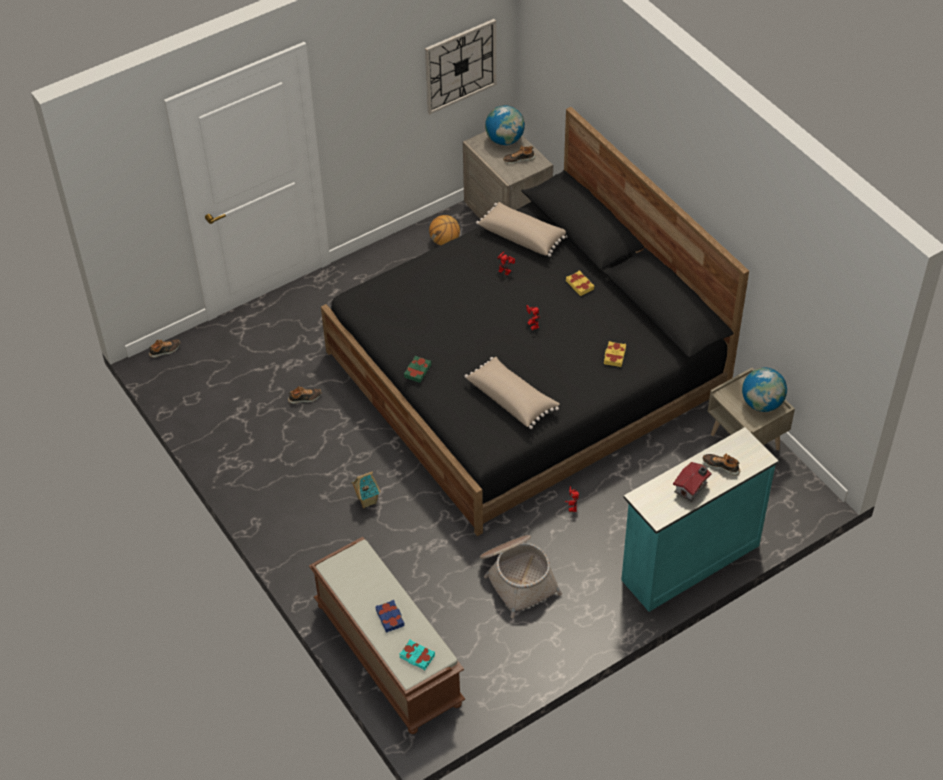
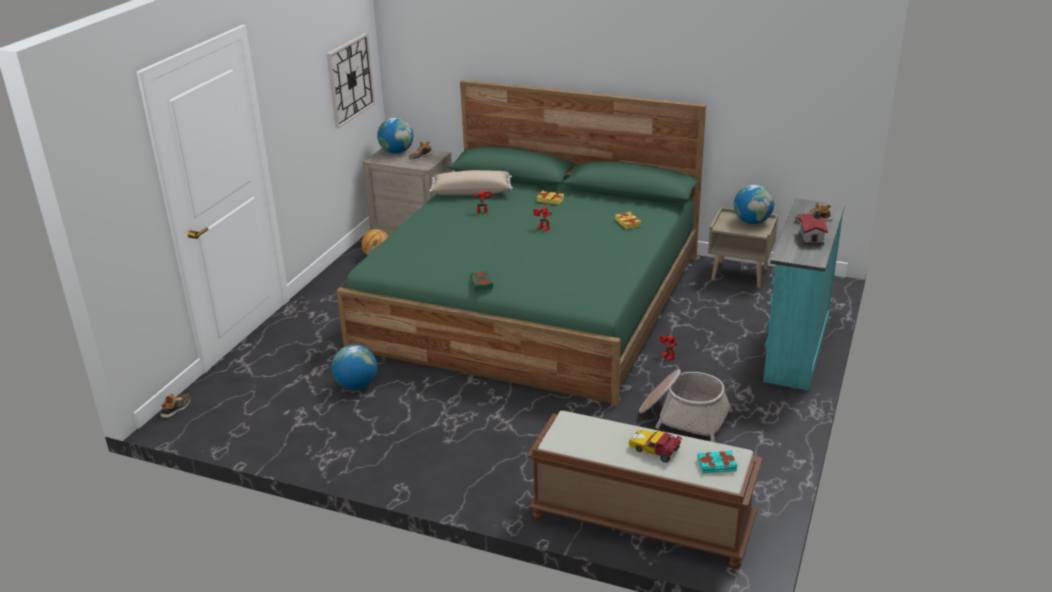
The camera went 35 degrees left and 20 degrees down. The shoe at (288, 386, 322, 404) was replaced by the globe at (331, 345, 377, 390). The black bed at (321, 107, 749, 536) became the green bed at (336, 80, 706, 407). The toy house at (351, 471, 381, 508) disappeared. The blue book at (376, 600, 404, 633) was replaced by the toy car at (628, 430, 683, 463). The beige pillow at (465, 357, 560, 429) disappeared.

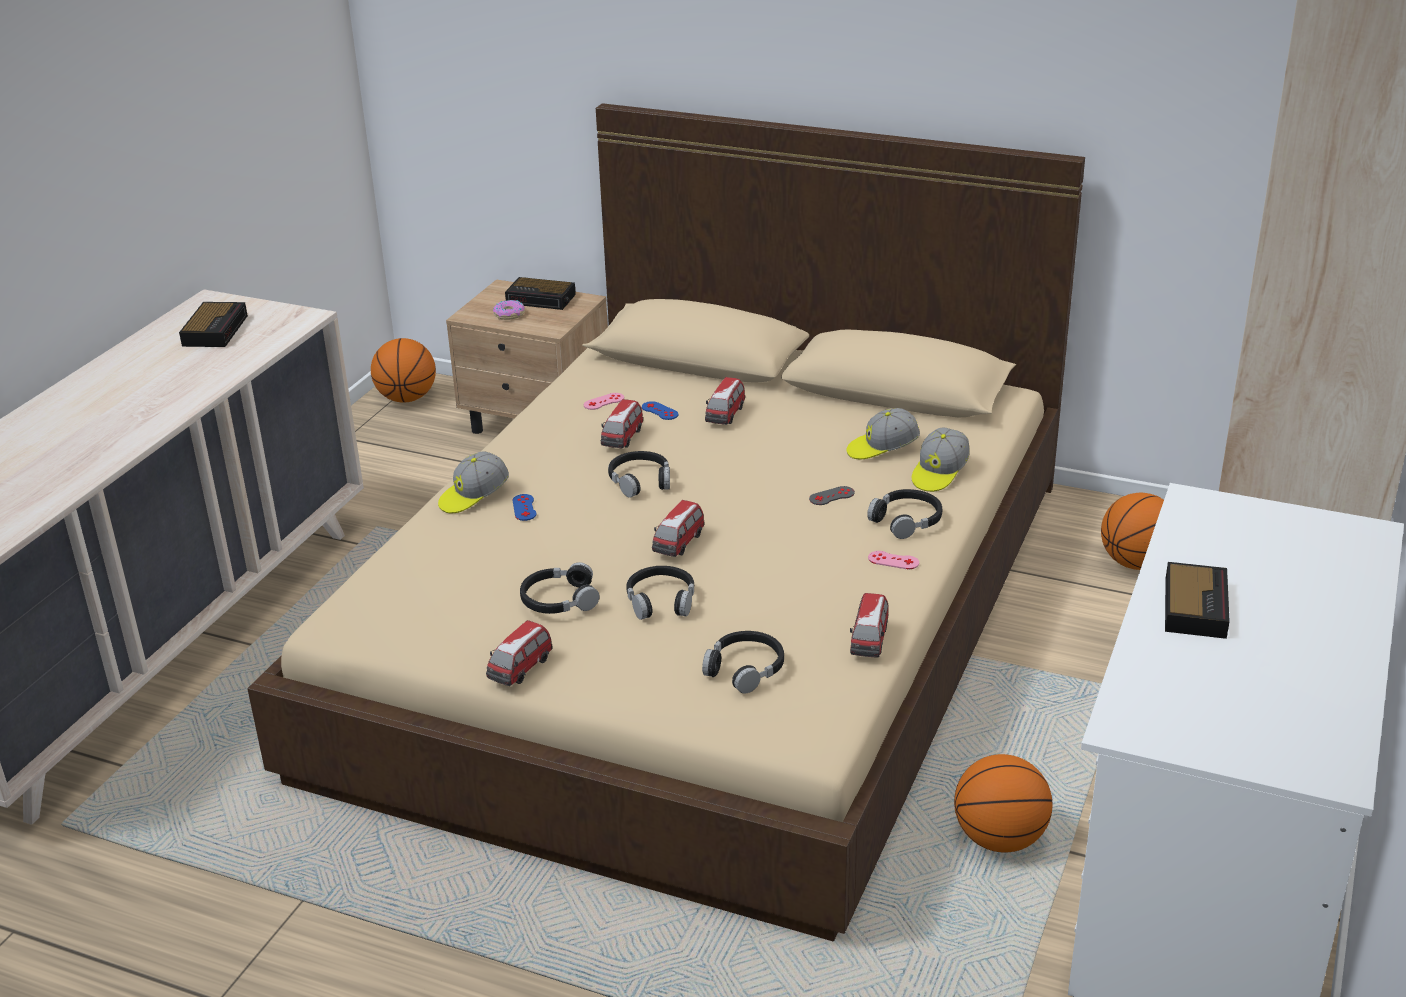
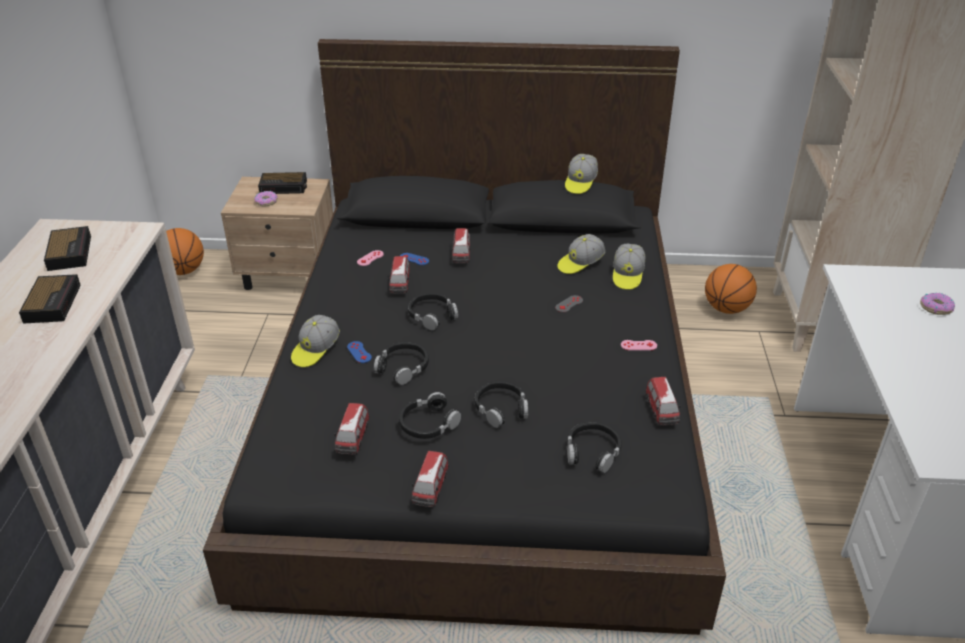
The camera went 20 degrees left and 5 degrees up. The beige bed at (247, 103, 1085, 941) became the black bed at (203, 39, 726, 635). The toy car moved from (652, 500, 705, 557) to (334, 403, 369, 454). The black headphones moved from (867, 489, 942, 539) to (374, 342, 429, 385). The basketball at (954, 754, 1052, 853) disappeared. The alarm clock moved from (1165, 562, 1230, 639) to (19, 274, 81, 324). The cap at (565, 154, 598, 194) appeared. The donut at (920, 293, 955, 315) appeared.

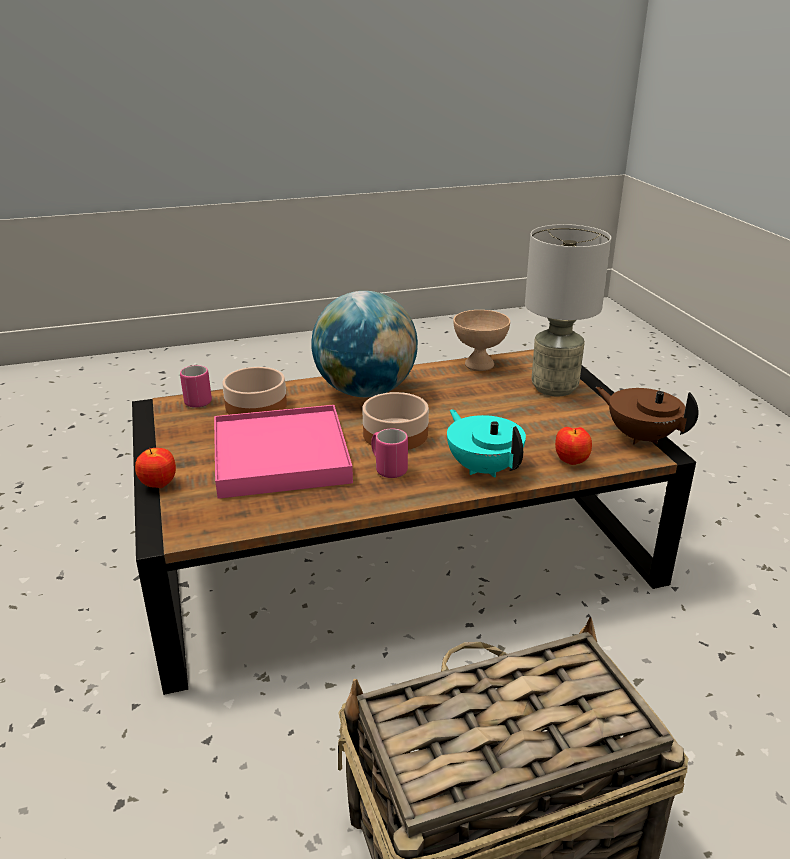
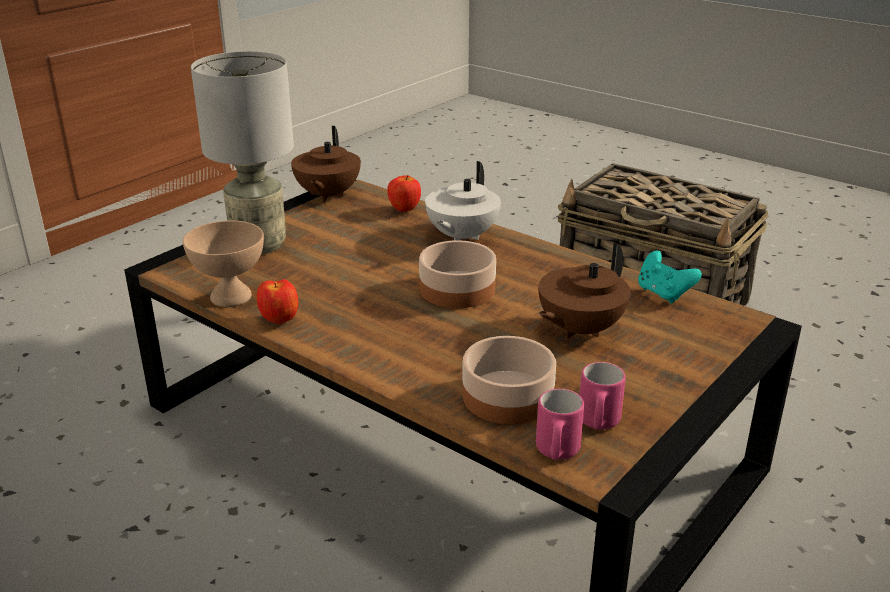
The camera went 125 degrees left and 0 degrees up. The apple moved from (135, 448, 176, 488) to (257, 279, 298, 324). The pink tray at (214, 405, 353, 499) was replaced by the brown teapot at (538, 243, 631, 339). The globe at (311, 291, 418, 397) disappeared. The pink mug moved from (371, 429, 408, 478) to (580, 362, 626, 430). The turquoise teapot at (447, 409, 526, 478) became the white teapot at (425, 161, 501, 241). The turquoise game controller at (638, 251, 702, 303) appeared.

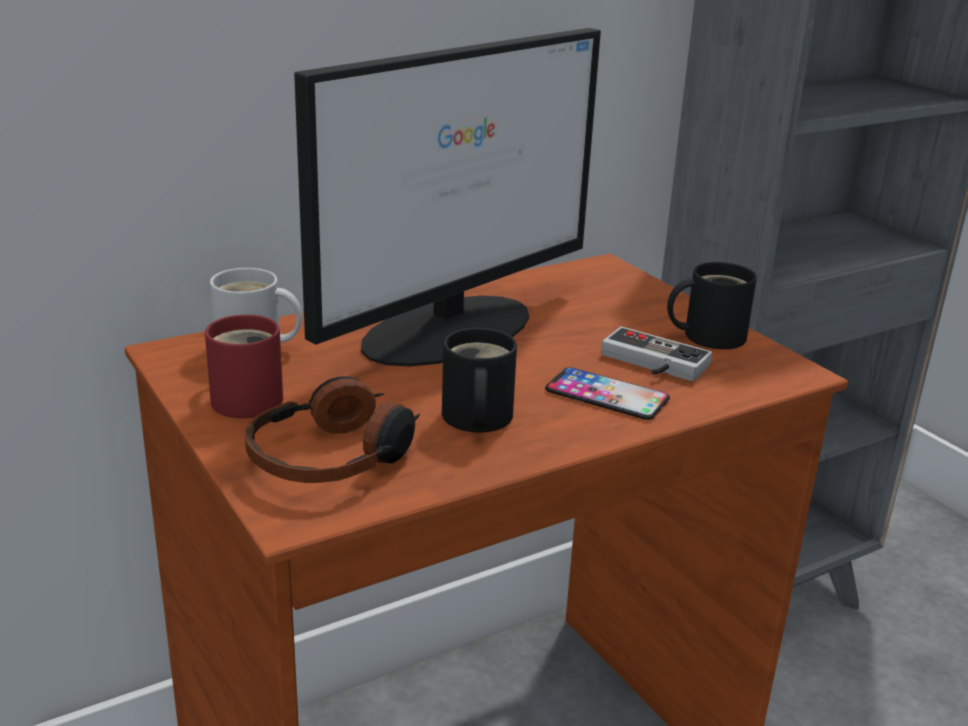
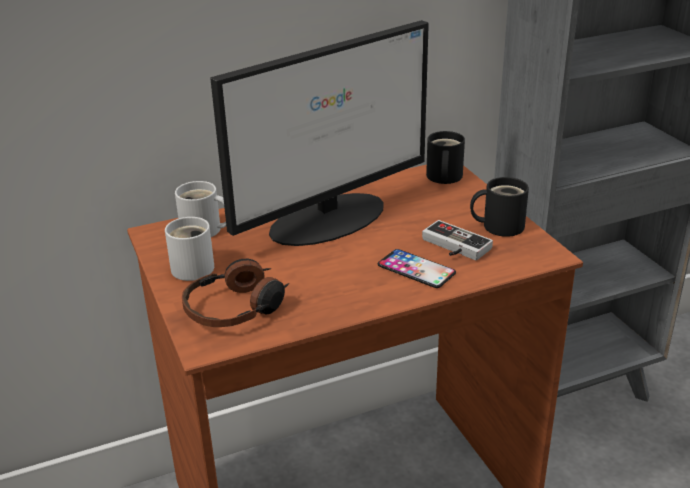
The camera went 10 degrees right and 5 degrees up. The red mug at (205, 315, 283, 418) became the white mug at (165, 217, 214, 281). The black mug moved from (442, 328, 517, 433) to (426, 131, 465, 184).

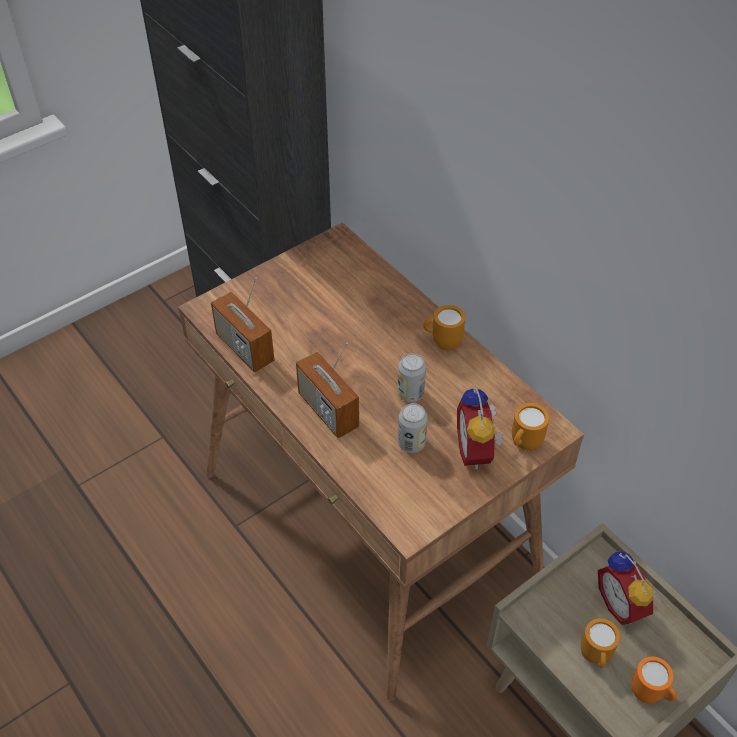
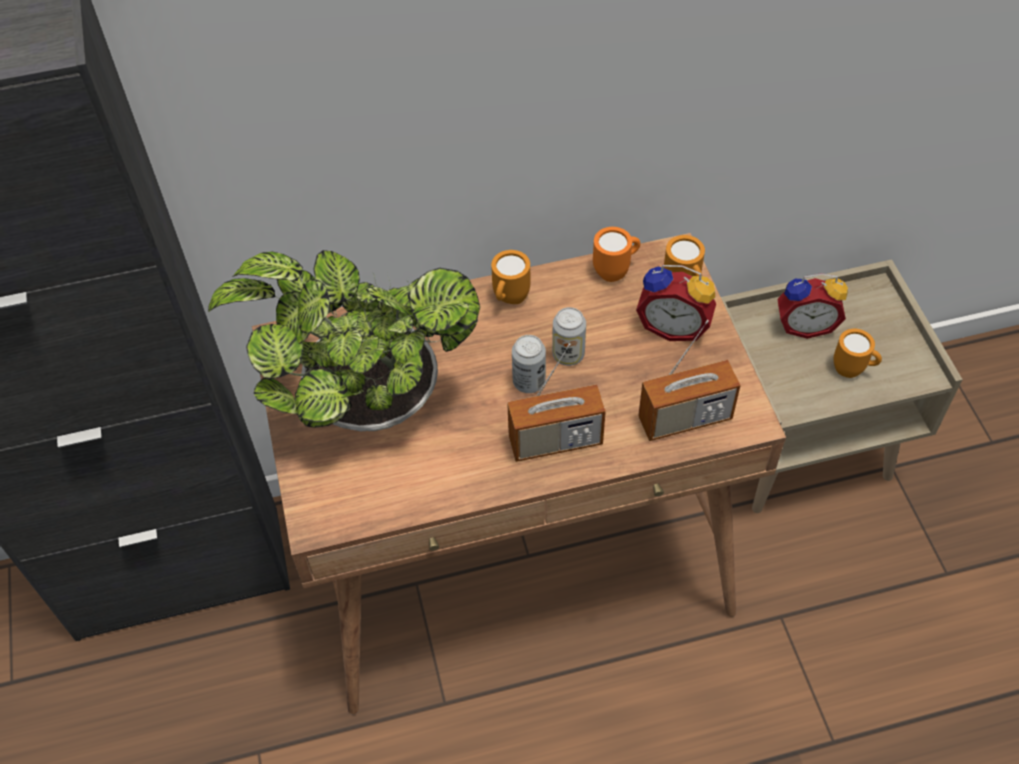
The camera went 65 degrees left and 5 degrees up. The radio moved from (211, 277, 275, 372) to (638, 320, 740, 441). The can moved from (398, 403, 428, 453) to (512, 335, 546, 393). The orange mug moved from (632, 656, 677, 704) to (593, 227, 640, 282). The potted plant at (208, 250, 480, 431) appeared.

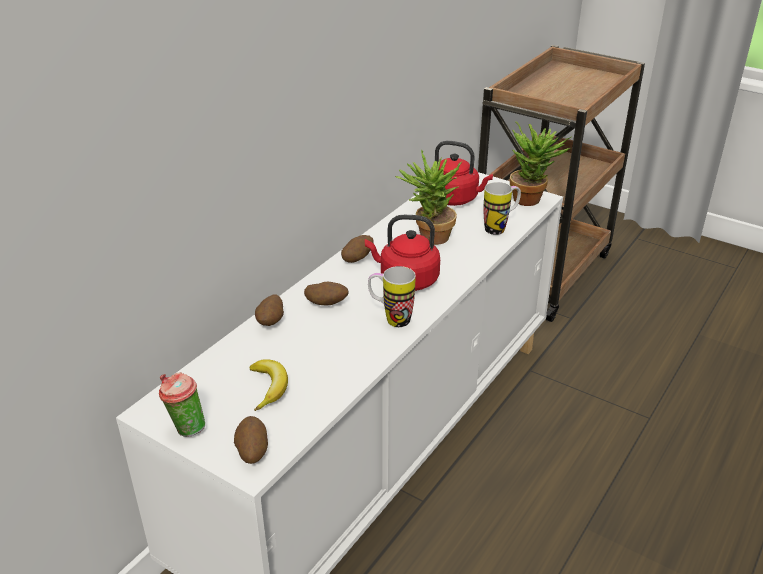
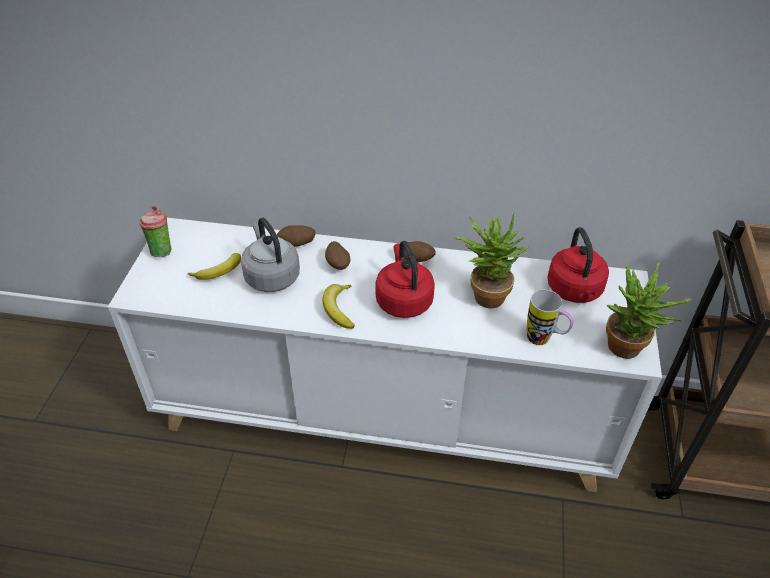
The camera went 65 degrees right and 10 degrees up. The potato at (234, 416, 268, 464) disappeared. The mug at (368, 266, 416, 327) was replaced by the banana at (322, 284, 355, 329). The grey kettle at (241, 218, 300, 292) appeared.

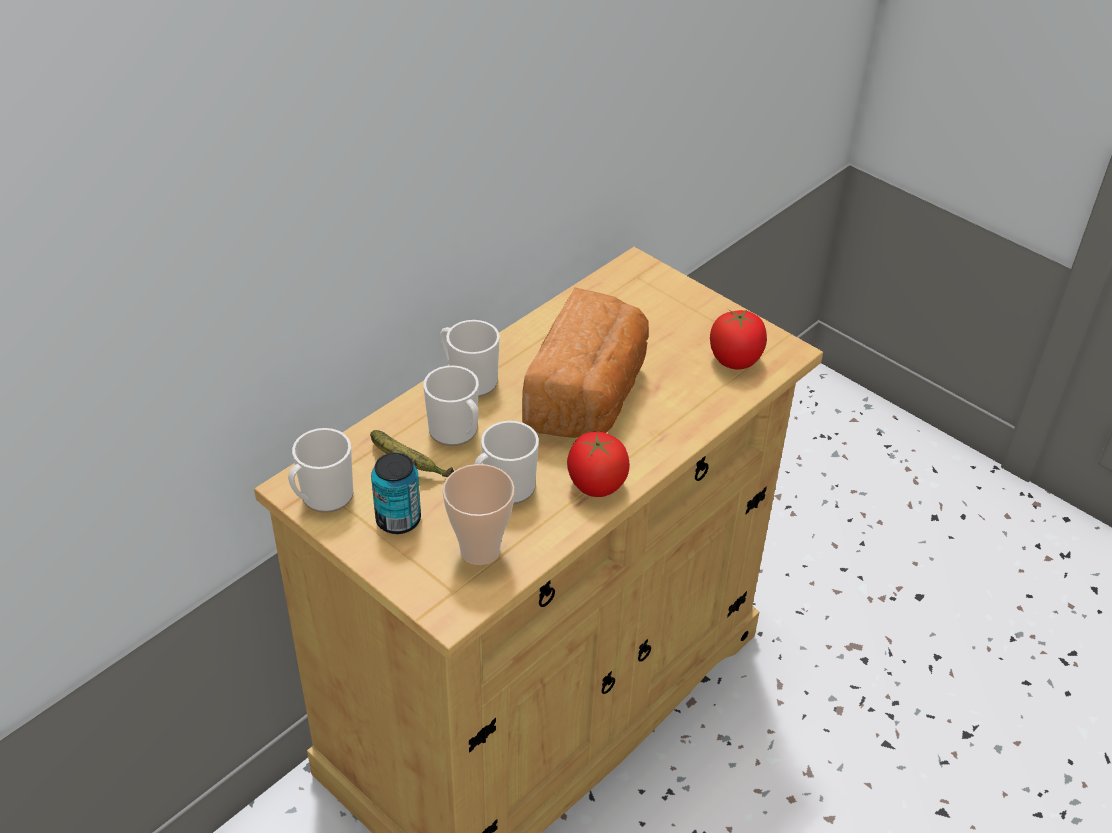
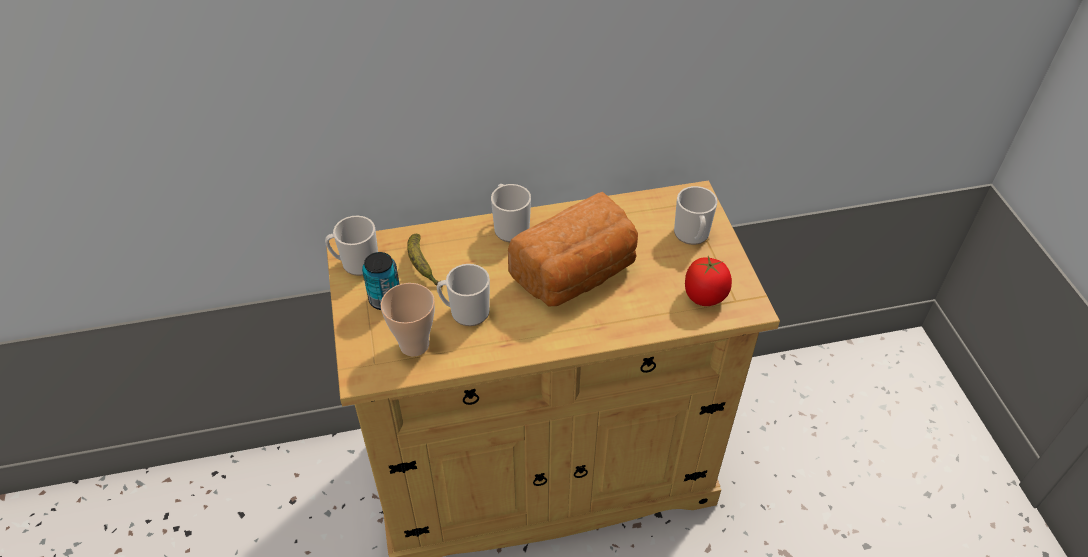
The camera went 35 degrees right and 5 degrees up. The mug moved from (424, 366, 479, 446) to (674, 186, 718, 245). The tomato at (567, 431, 630, 497) disappeared.

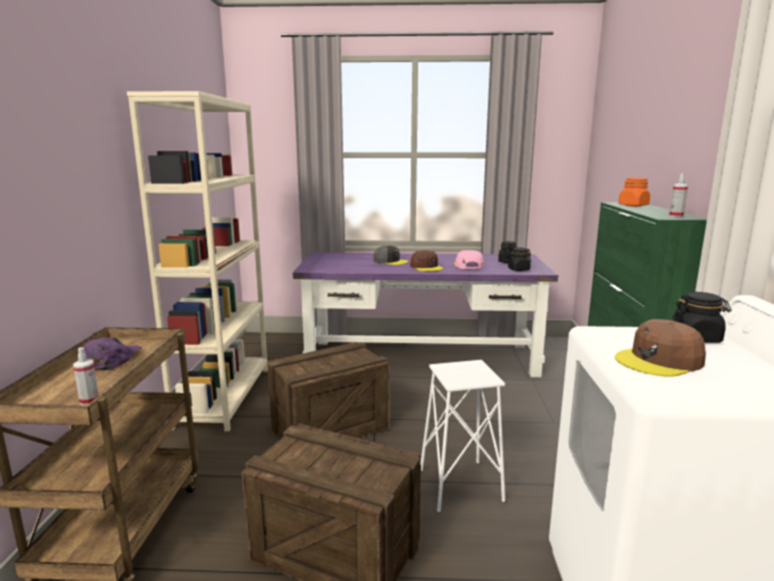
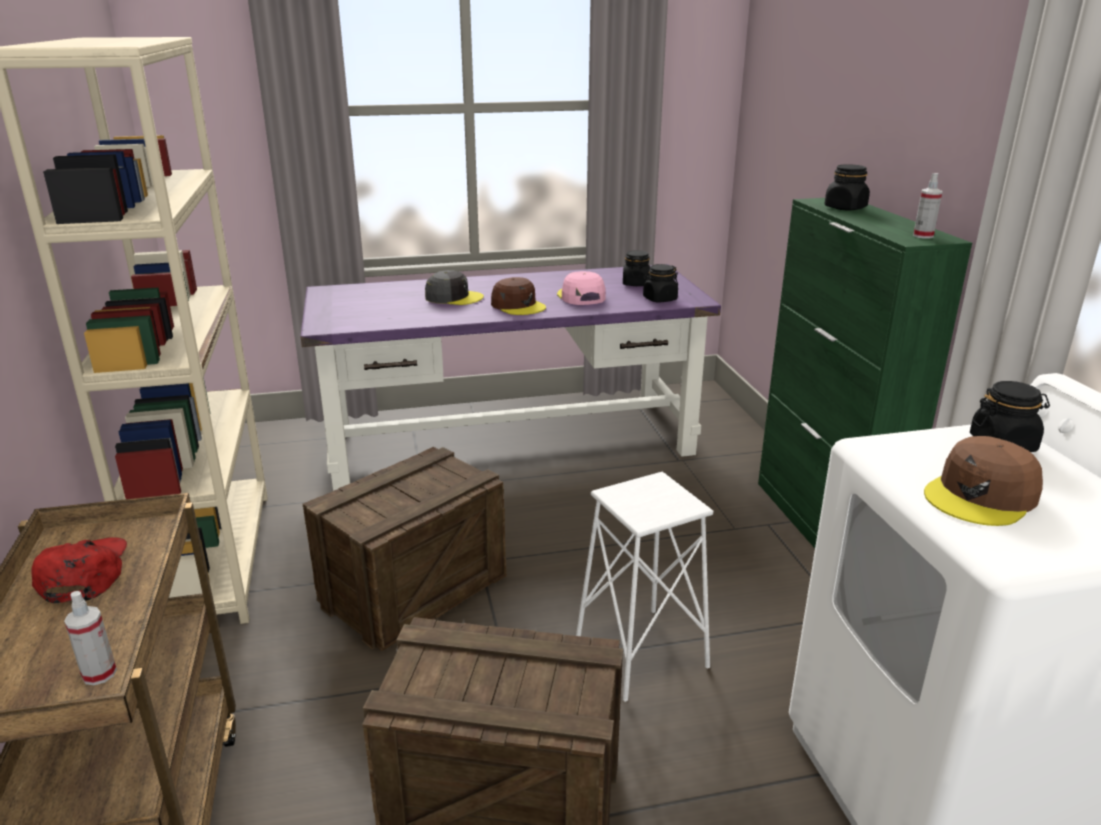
The camera went 15 degrees left and 10 degrees up. The purple cap at (84, 337, 142, 370) became the red cap at (32, 537, 127, 603). The orange jar at (618, 178, 650, 207) became the black jar at (824, 164, 870, 210).

